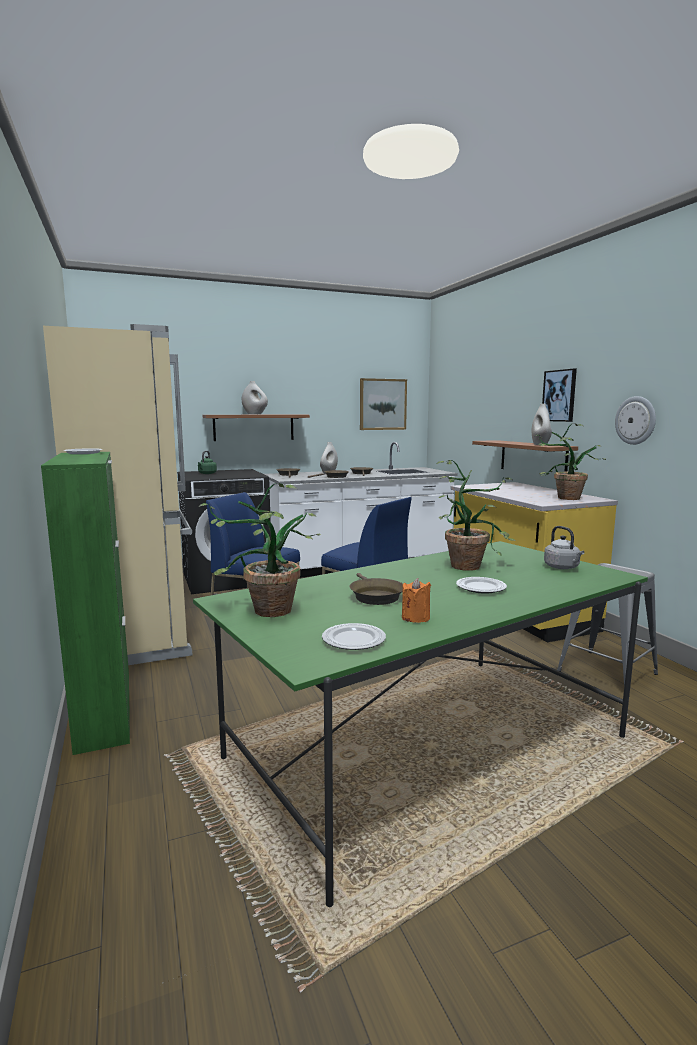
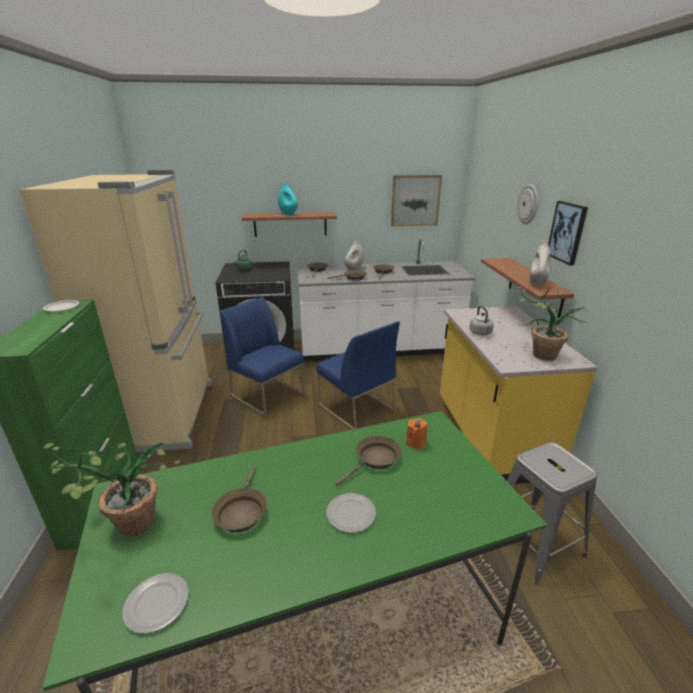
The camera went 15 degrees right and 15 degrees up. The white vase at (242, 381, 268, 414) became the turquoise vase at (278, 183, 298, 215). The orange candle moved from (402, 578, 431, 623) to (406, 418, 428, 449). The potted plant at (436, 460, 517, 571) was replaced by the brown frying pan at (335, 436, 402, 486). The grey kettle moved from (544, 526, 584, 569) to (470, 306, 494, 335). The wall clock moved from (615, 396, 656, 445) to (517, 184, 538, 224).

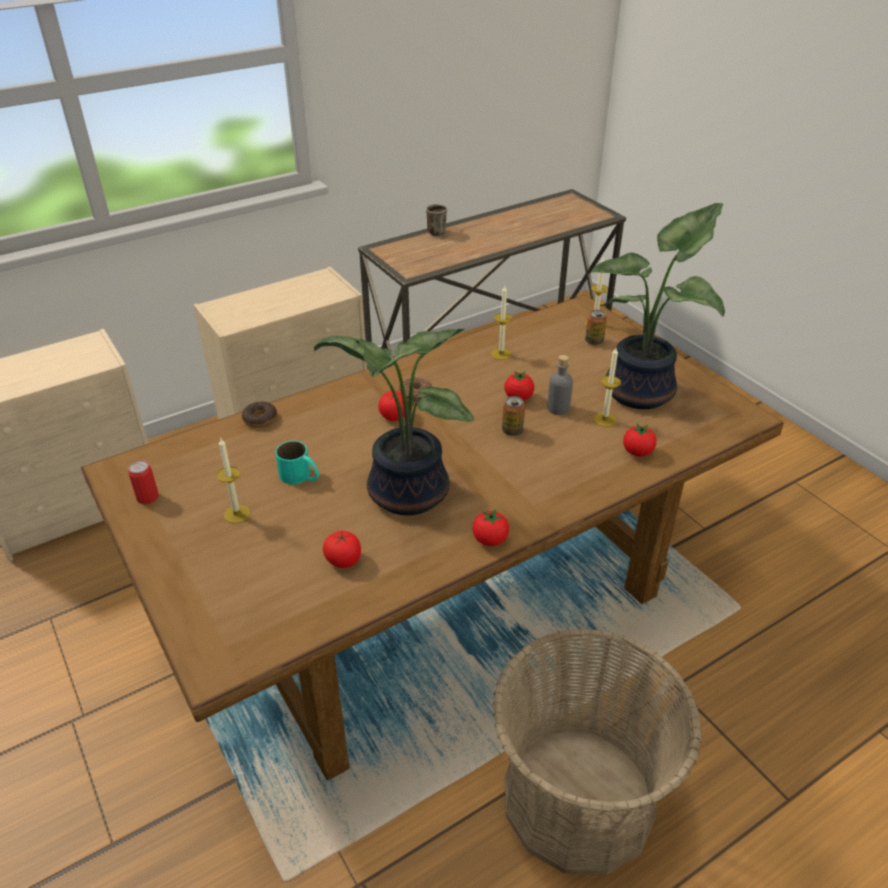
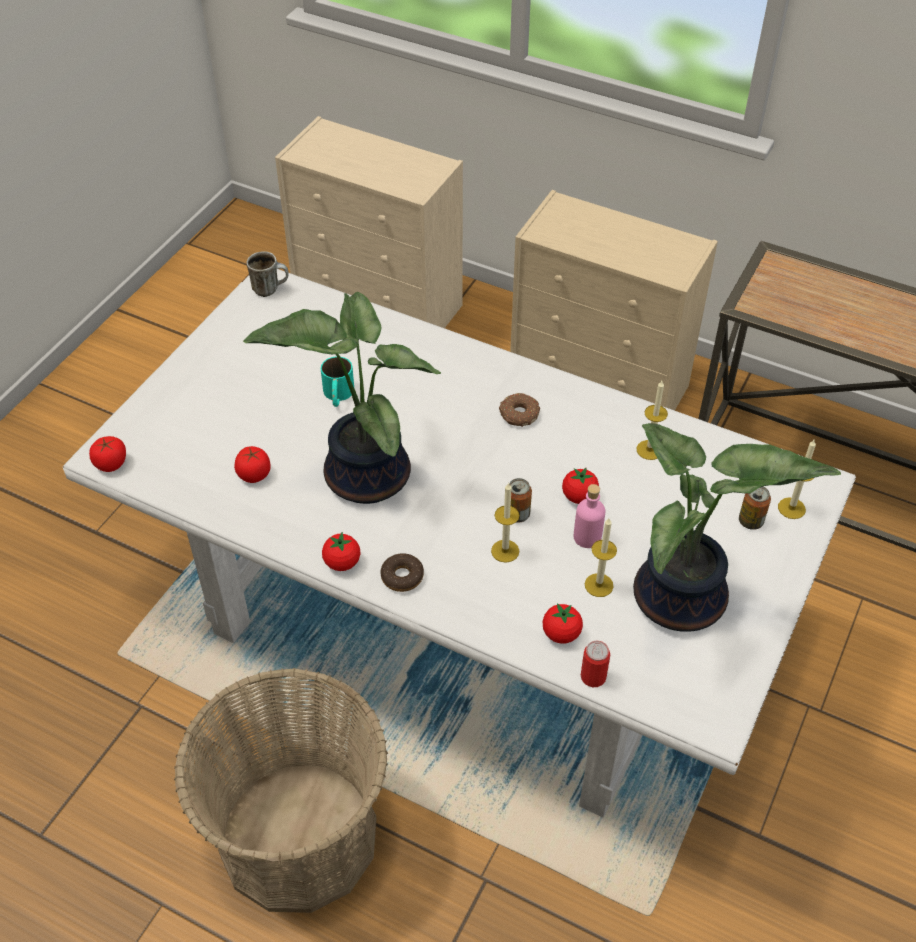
The camera went 60 degrees right and 10 degrees up. The brown dining table at (81, 295, 784, 781) became the white dining table at (63, 269, 856, 817). The can moved from (128, 460, 159, 504) to (581, 641, 610, 687). The candle moved from (217, 439, 250, 524) to (491, 483, 519, 563). The donut moved from (242, 401, 277, 428) to (380, 553, 424, 592). The tomato moved from (378, 391, 408, 421) to (89, 436, 126, 472). The mug moved from (426, 204, 447, 236) to (247, 251, 289, 297). The grey bottle at (547, 355, 573, 415) became the pink bottle at (574, 484, 605, 548).

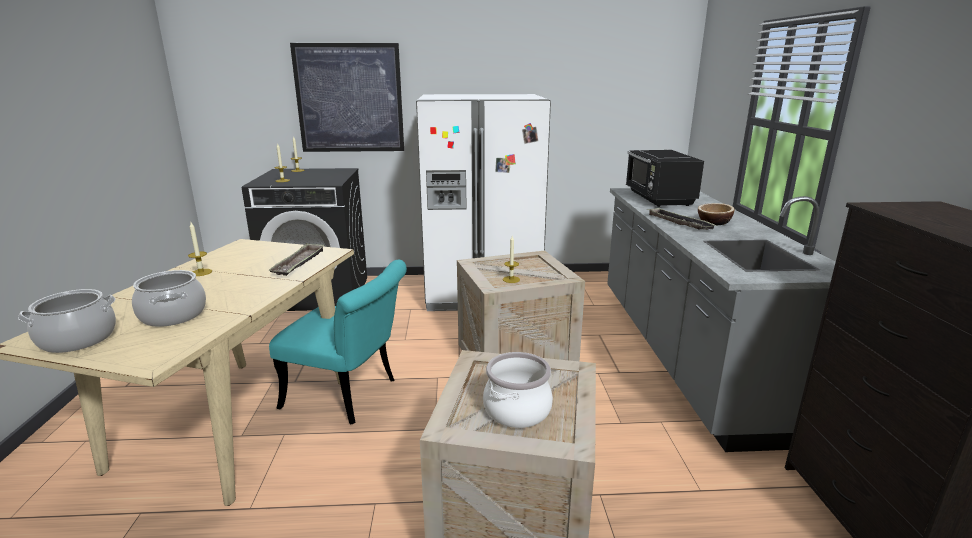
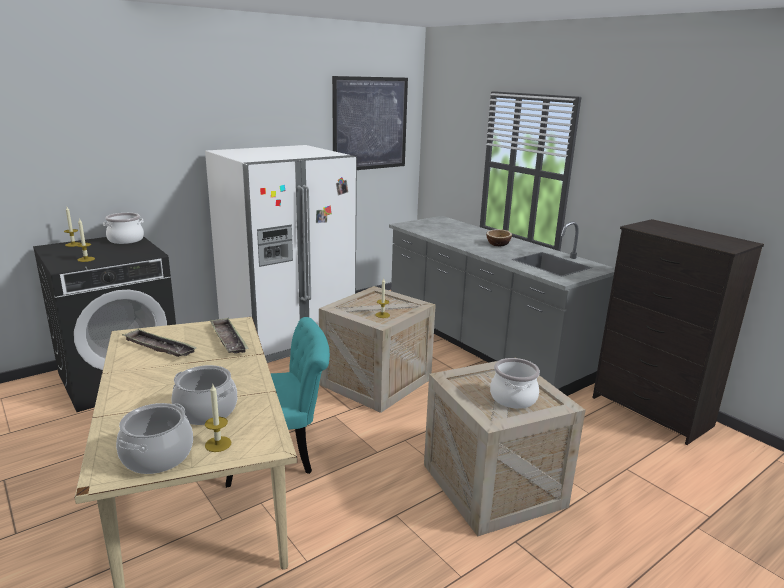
The camera went 35 degrees left and 0 degrees up. The candle moved from (188, 222, 212, 276) to (205, 385, 231, 452). The picture moved from (290, 43, 404, 152) to (332, 76, 408, 170). The black microwave at (626, 150, 704, 207) disappeared. The tray moved from (647, 208, 717, 230) to (122, 329, 197, 357). The cooking pot at (103, 213, 144, 244) appeared.

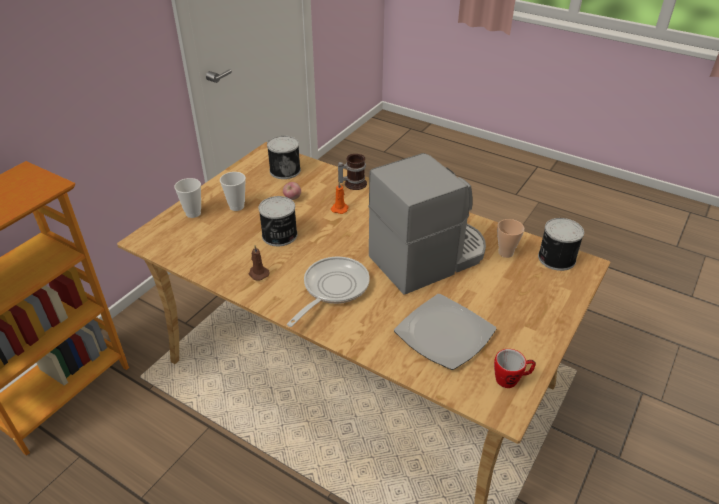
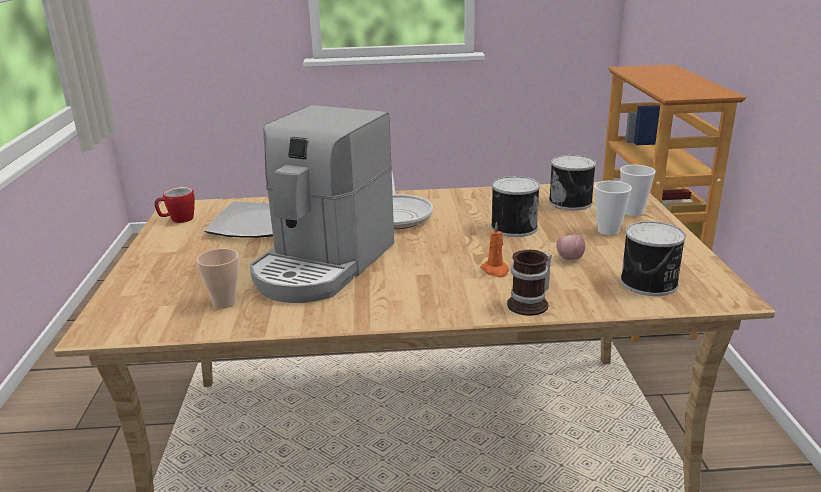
The camera went 145 degrees right and 15 degrees down. The brown candle at (249, 245, 269, 281) disappeared. The can moved from (538, 218, 584, 271) to (549, 155, 596, 210).

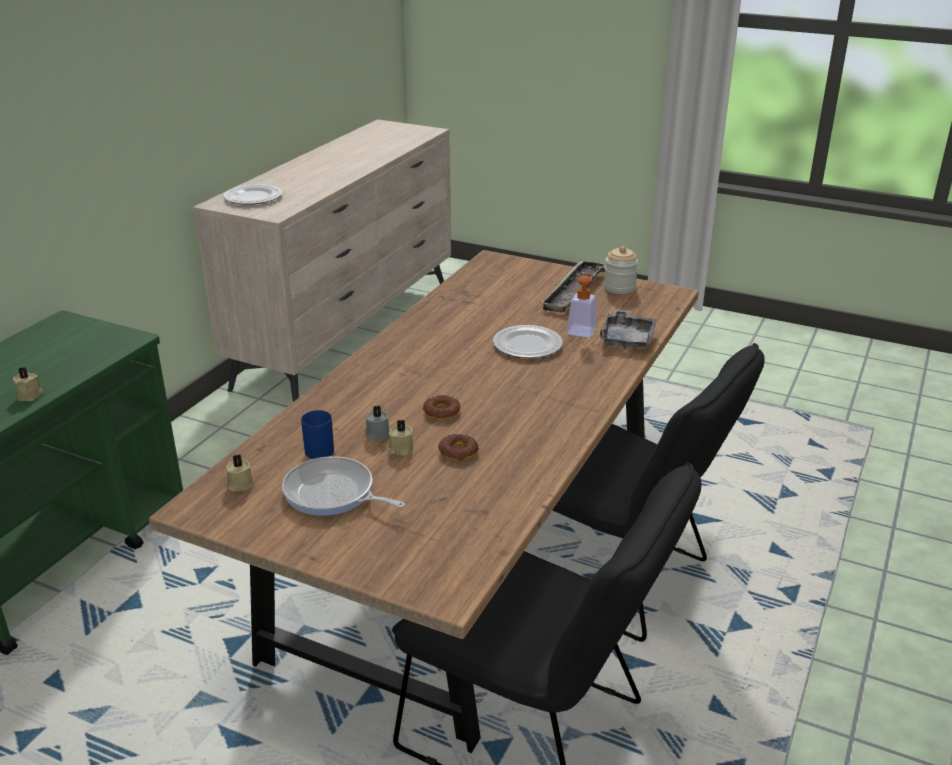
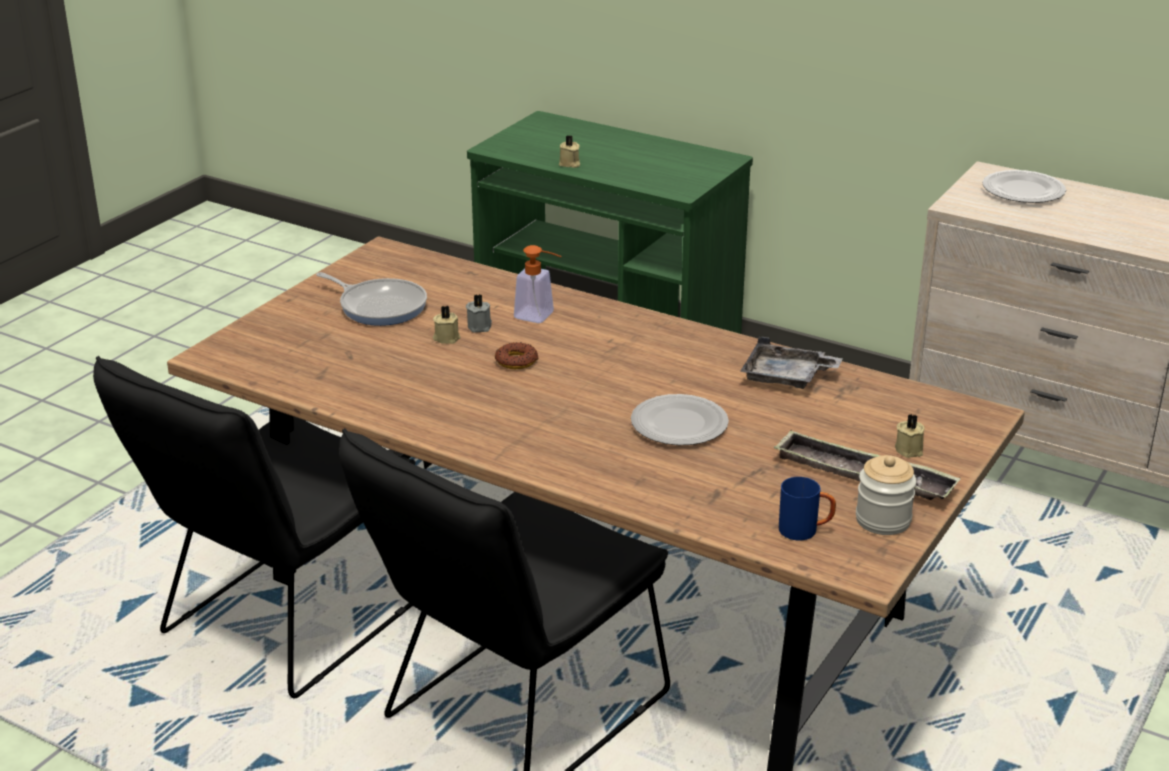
The camera went 95 degrees right and 0 degrees up. The beige candle moved from (226, 454, 254, 491) to (895, 414, 925, 458). The frying pan at (282, 456, 405, 516) turned 90 degrees clockwise. The blue mug moved from (301, 410, 334, 459) to (779, 477, 836, 540). The donut at (439, 434, 479, 461) disappeared. The soap dispenser moved from (567, 270, 596, 337) to (514, 245, 562, 323). The grey tray moved from (600, 309, 657, 349) to (740, 337, 843, 389).

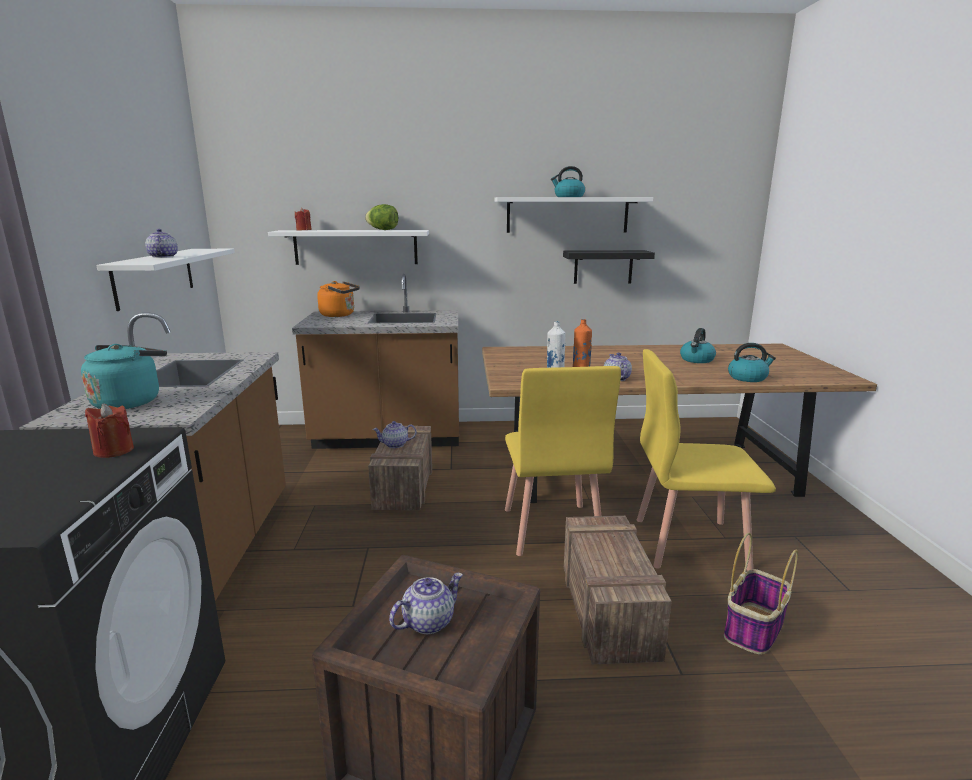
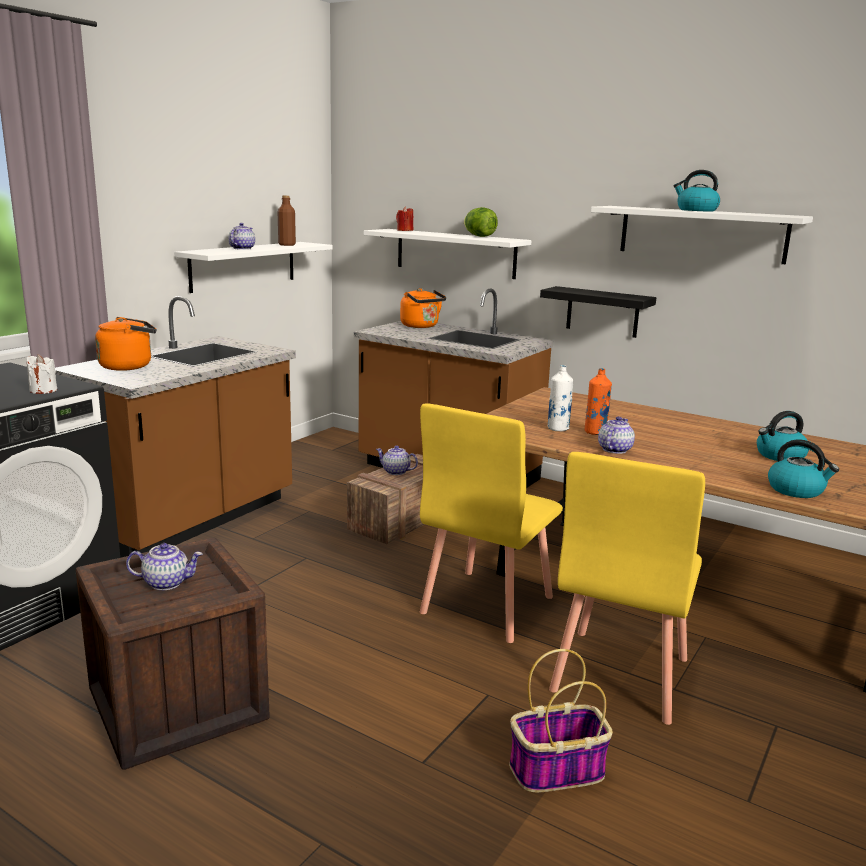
The camera went 35 degrees right and 0 degrees up. The turquoise kettle at (81, 344, 167, 409) became the orange kettle at (95, 317, 156, 371). The red candle at (85, 404, 134, 458) became the white candle at (26, 354, 57, 394). The black shelf moved from (563, 250, 655, 284) to (540, 286, 656, 338). The crate at (564, 516, 672, 664) disappeared. The yellow chair at (637, 349, 776, 571) turned 105 degrees counterclockwise. The brown bottle at (278, 195, 296, 246) appeared.

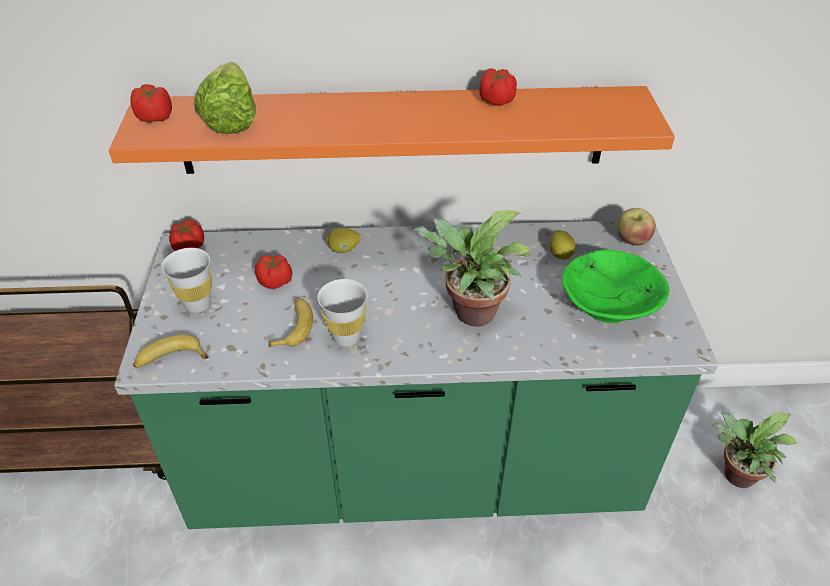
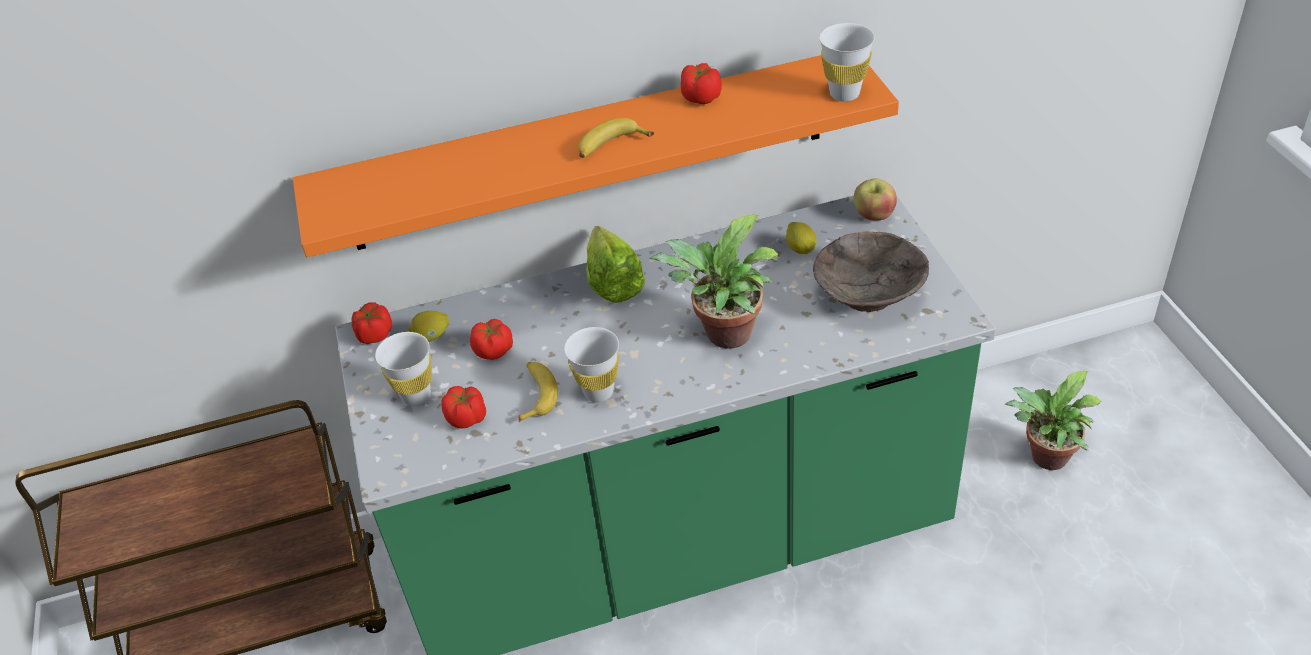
The camera went 10 degrees left and 0 degrees up. The tomato moved from (131, 84, 172, 123) to (441, 386, 486, 429). The banana moved from (133, 334, 209, 368) to (578, 118, 654, 158). The lettuce moved from (194, 62, 256, 134) to (587, 226, 646, 303). The lemon moved from (326, 227, 360, 253) to (408, 311, 449, 342). The green bowl at (562, 250, 670, 323) became the brown bowl at (813, 232, 929, 312). The white cup at (819, 23, 875, 102) appeared.

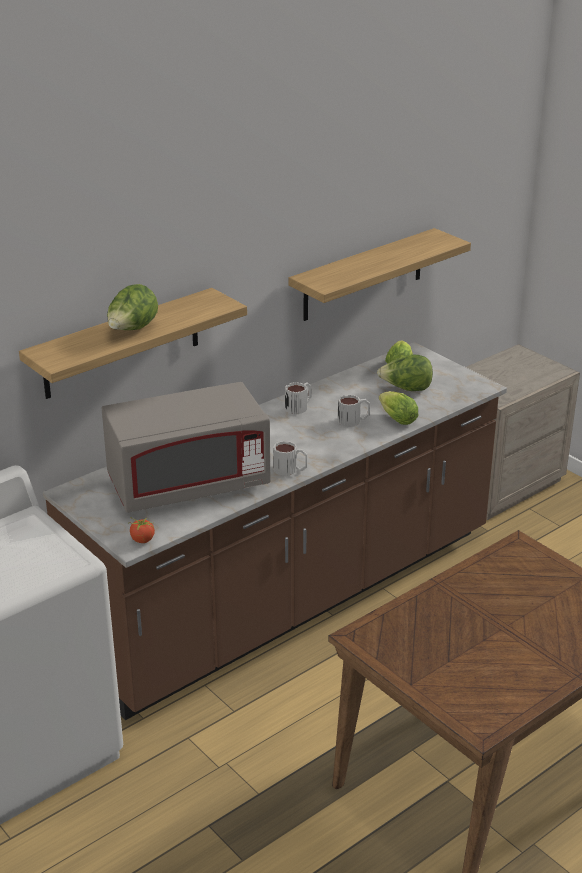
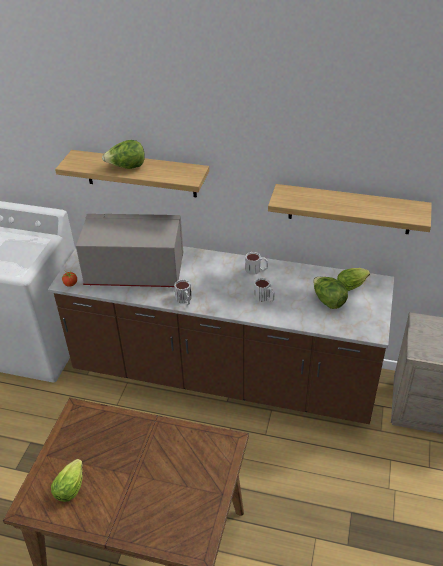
The camera went 55 degrees right and 10 degrees up. The grey microwave at (102, 382, 270, 513) turned 150 degrees clockwise. The lettuce moved from (379, 391, 418, 425) to (51, 459, 83, 502).

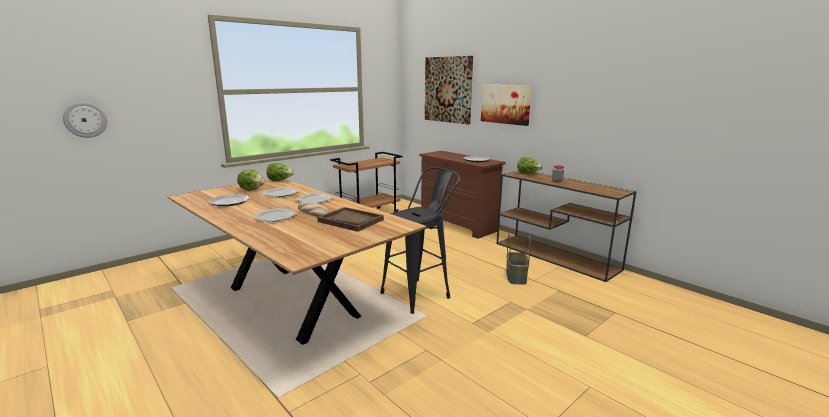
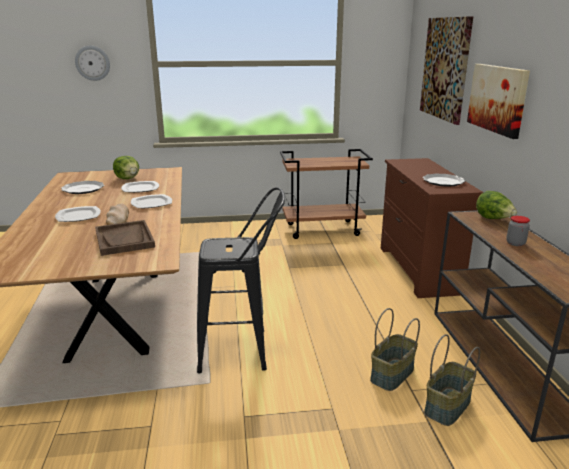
The camera went 35 degrees right and 5 degrees up. The wall clock moved from (63, 102, 107, 138) to (75, 45, 110, 81). The lettuce at (266, 163, 294, 182) disappeared. The basket at (424, 334, 480, 426) appeared.

